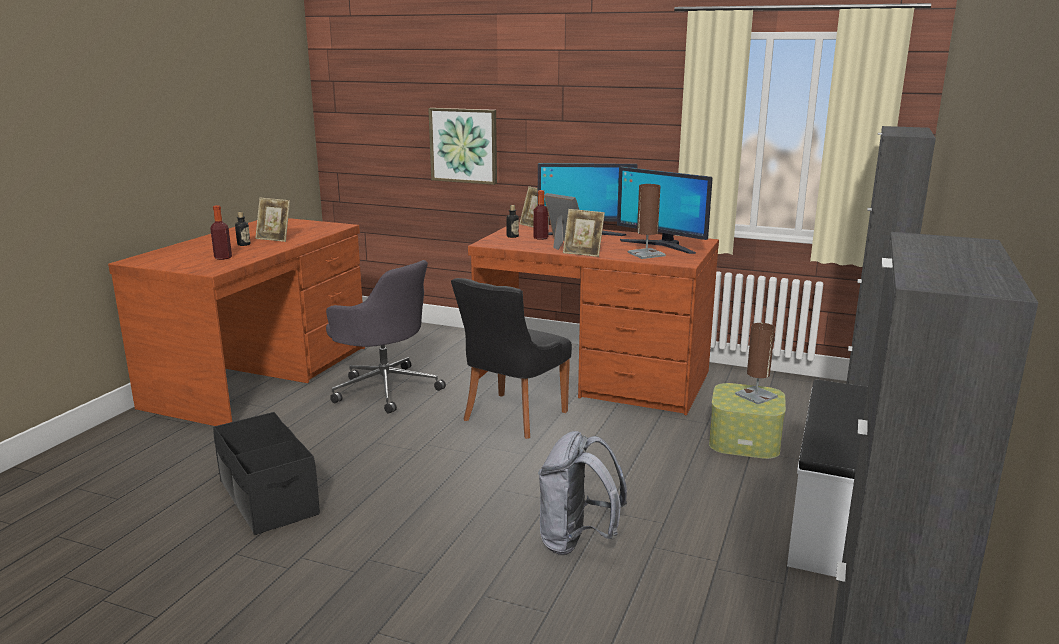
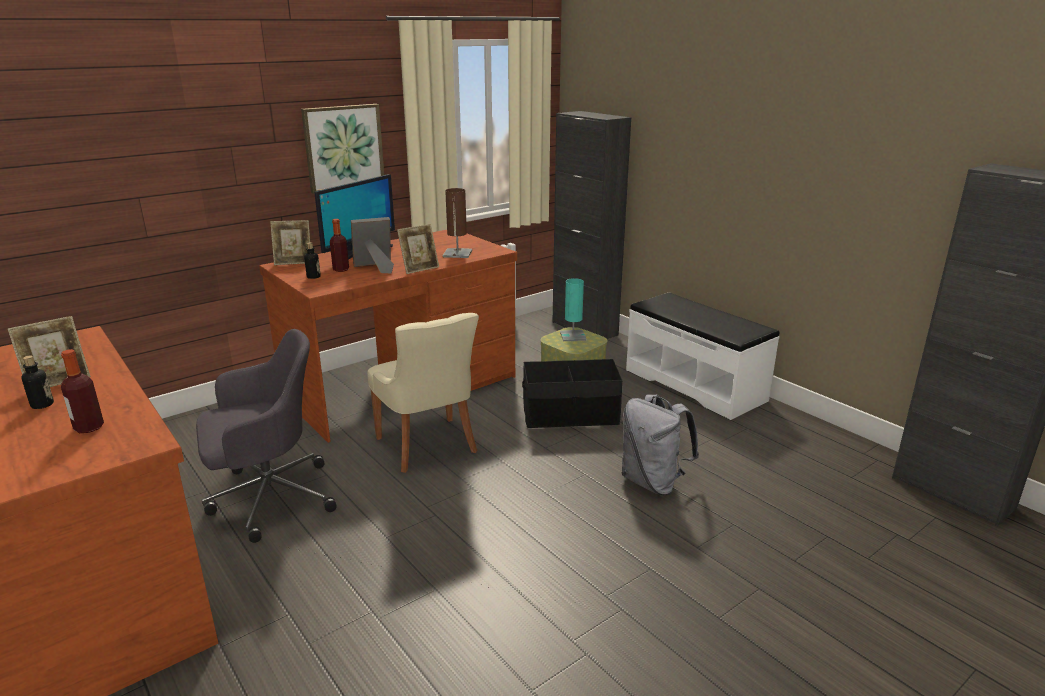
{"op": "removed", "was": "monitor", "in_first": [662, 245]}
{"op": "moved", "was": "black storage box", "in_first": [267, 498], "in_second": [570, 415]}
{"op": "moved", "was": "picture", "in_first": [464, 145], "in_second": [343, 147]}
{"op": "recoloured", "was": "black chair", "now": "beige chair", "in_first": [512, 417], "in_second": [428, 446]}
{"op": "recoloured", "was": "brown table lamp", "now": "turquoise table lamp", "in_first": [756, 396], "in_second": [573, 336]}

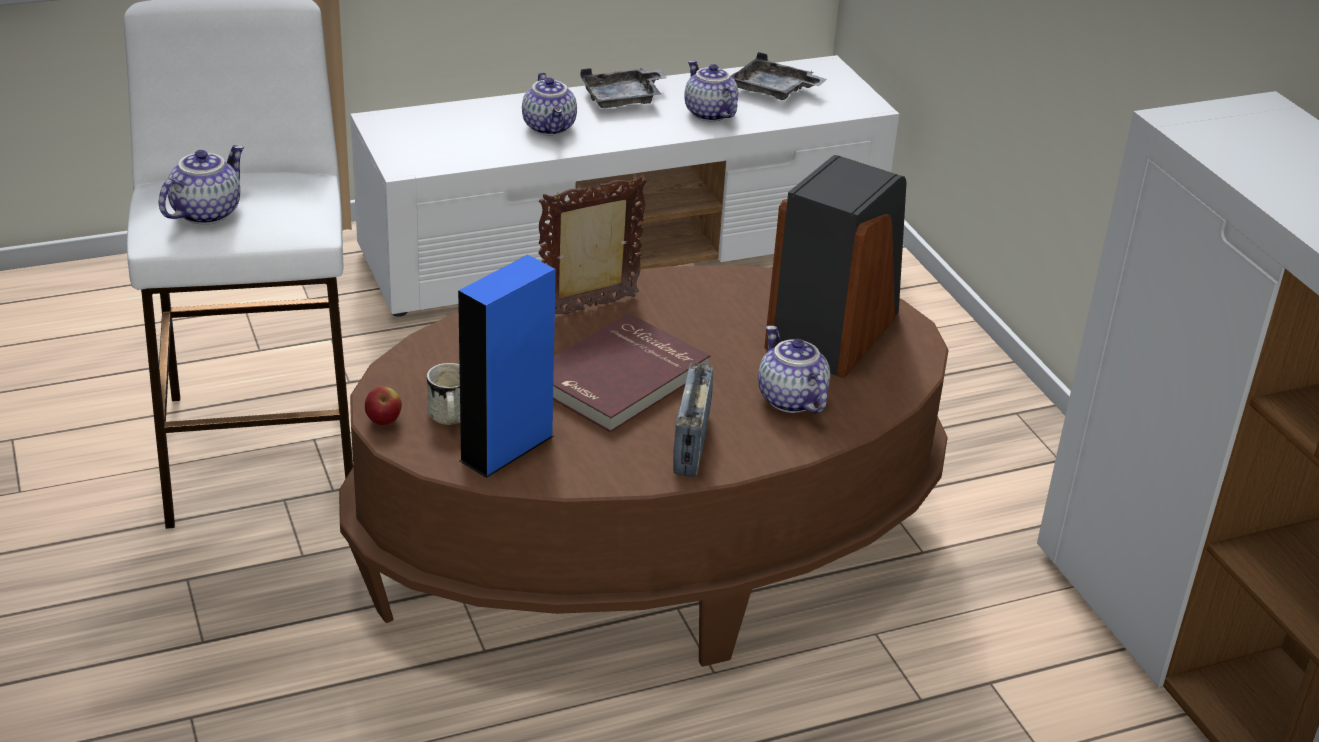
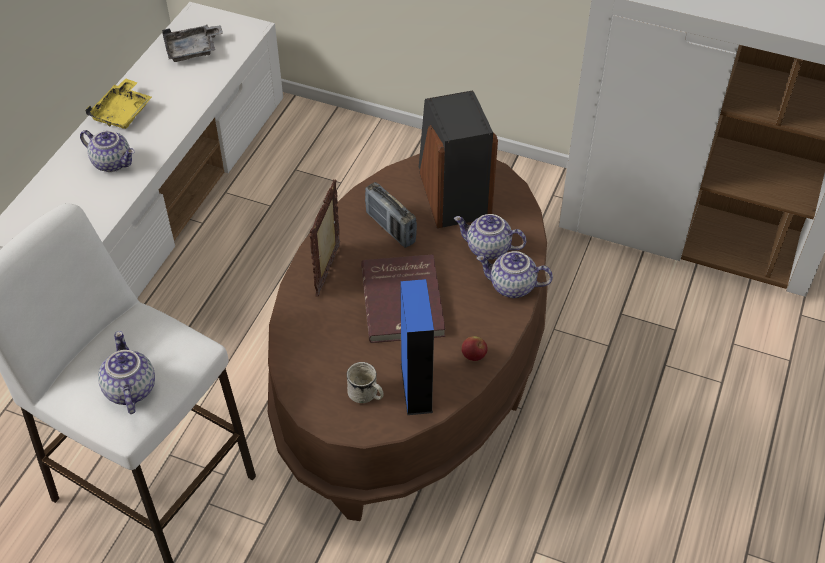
{"op": "moved", "was": "apple", "in_first": [383, 421], "in_second": [473, 356]}
{"op": "moved", "was": "radio", "in_first": [691, 445], "in_second": [390, 228]}
{"op": "moved", "was": "teapot", "in_first": [708, 113], "in_second": [512, 287]}
{"op": "recoloured", "was": "grey tray", "now": "yellow tray", "in_first": [623, 99], "in_second": [123, 112]}

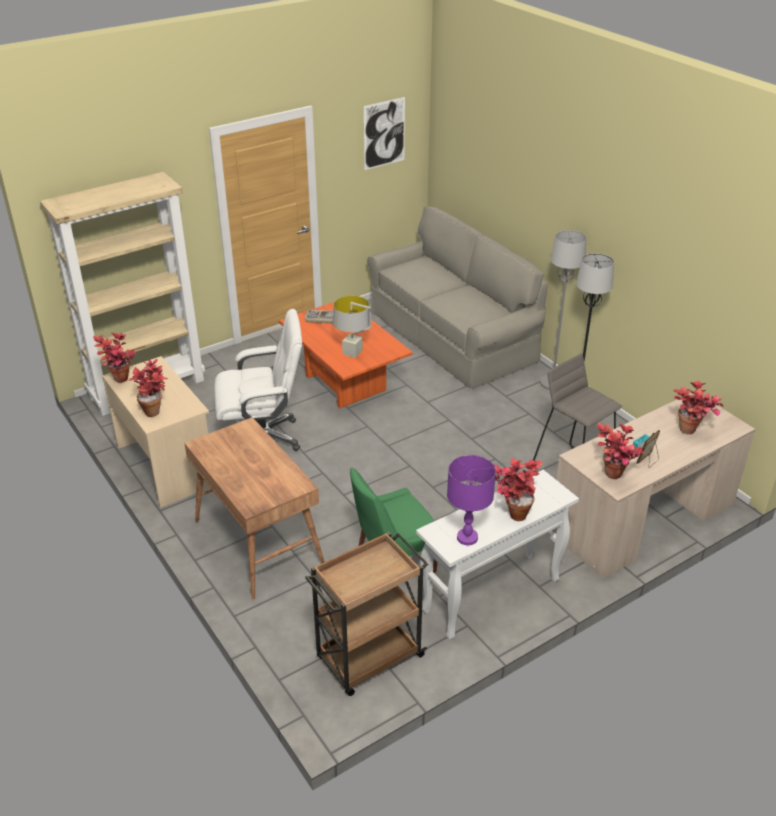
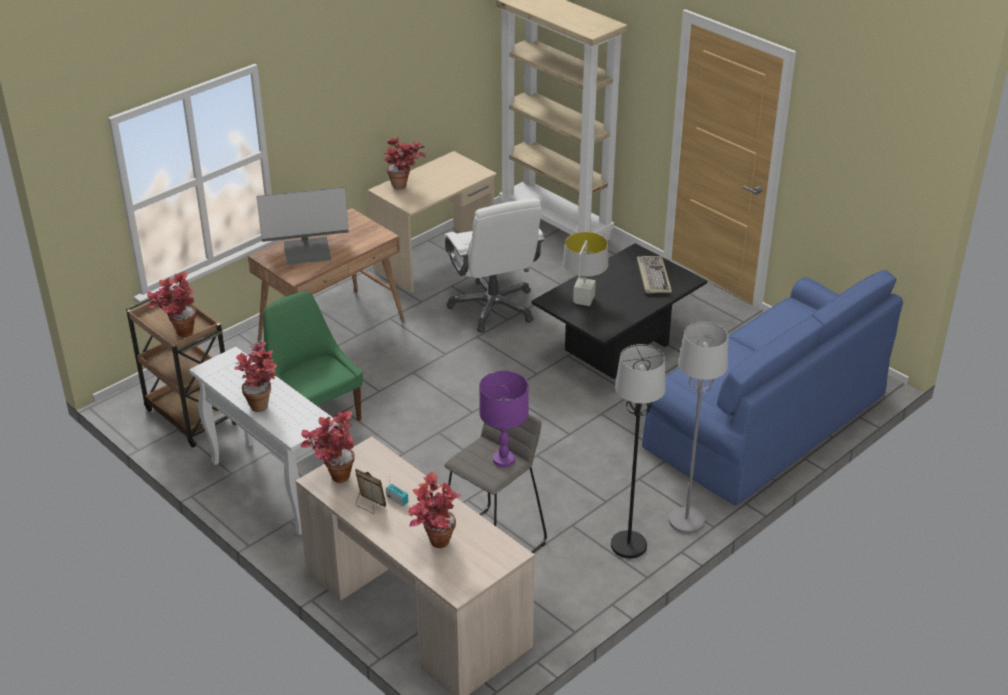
{"op": "removed", "was": "picture", "in_first": [384, 133]}
{"op": "added", "now": "monitor", "in_second": [307, 251]}
{"op": "moved", "was": "potted plant", "in_first": [121, 382], "in_second": [178, 333]}
{"op": "moved", "was": "purple table lamp", "in_first": [467, 538], "in_second": [503, 460]}
{"op": "recoloured", "was": "orange coffee table", "now": "black coffee table", "in_first": [345, 383], "in_second": [616, 347]}
{"op": "recoloured", "was": "grey sofa", "now": "blue sofa", "in_first": [451, 335], "in_second": [765, 420]}

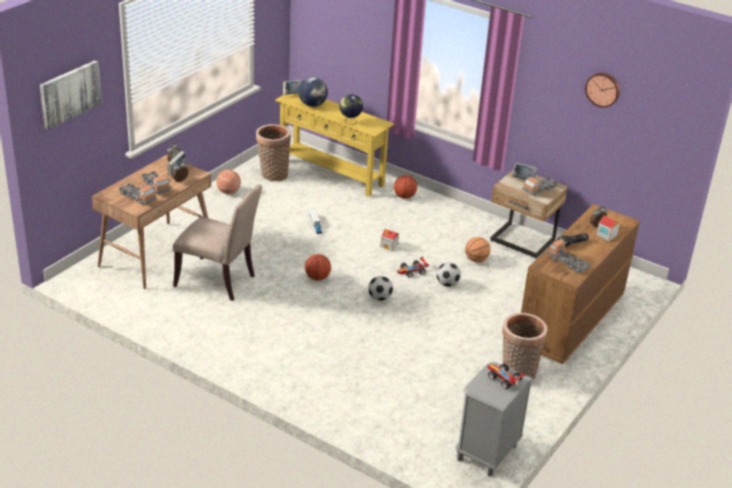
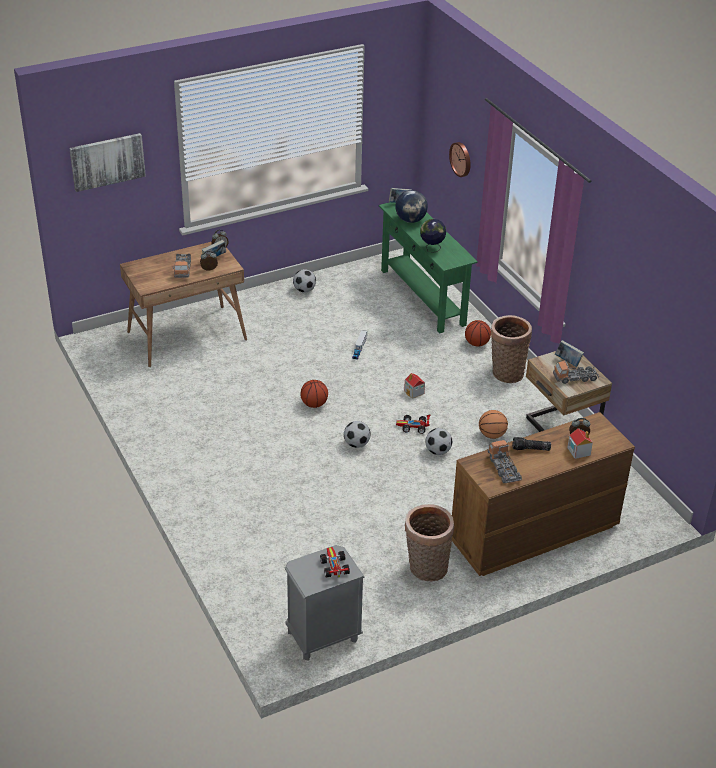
{"op": "removed", "was": "toy truck", "in_first": [137, 197]}
{"op": "removed", "was": "beige chair", "in_first": [219, 281]}
{"op": "moved", "was": "basket", "in_first": [272, 174], "in_second": [506, 372]}
{"op": "moved", "was": "wall clock", "in_first": [603, 89], "in_second": [461, 159]}
{"op": "replaced", "was": "basketball", "now": "football", "in_first": [228, 192], "in_second": [304, 290]}
{"op": "recoloured", "was": "yellow console table", "now": "green console table", "in_first": [331, 173], "in_second": [423, 297]}

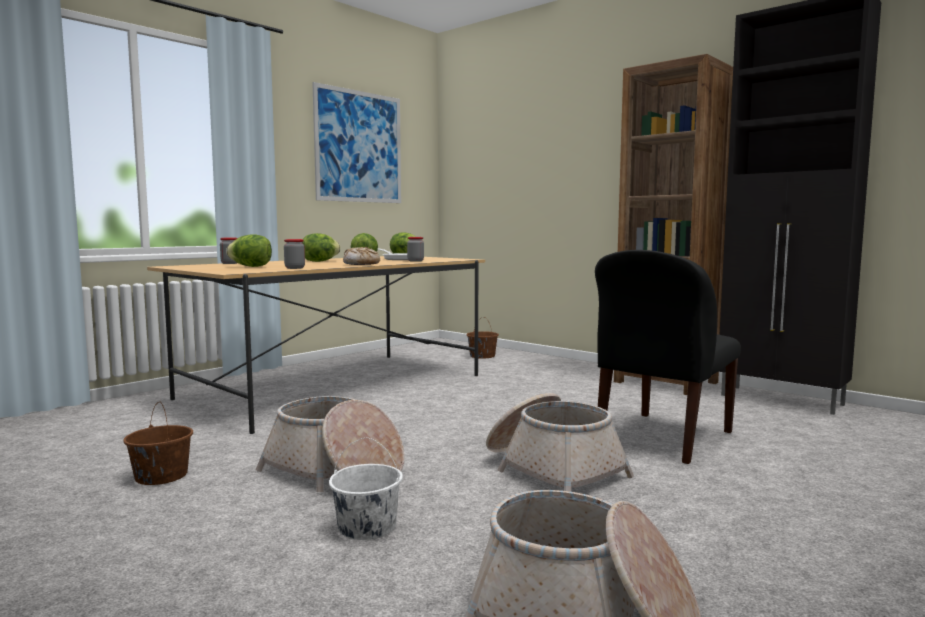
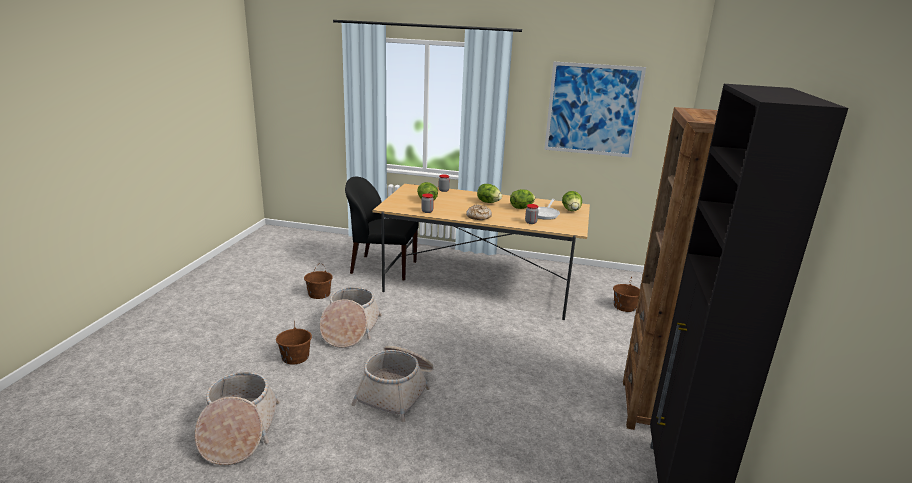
{"op": "moved", "was": "black chair", "in_first": [662, 438], "in_second": [382, 267]}
{"op": "recoloured", "was": "white bucket", "now": "brown bucket", "in_first": [366, 527], "in_second": [295, 357]}

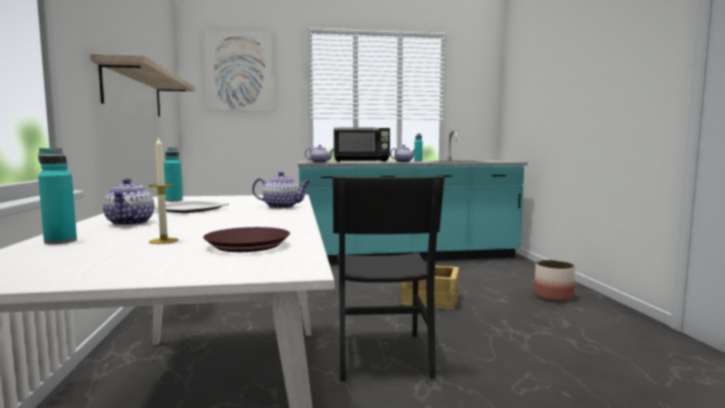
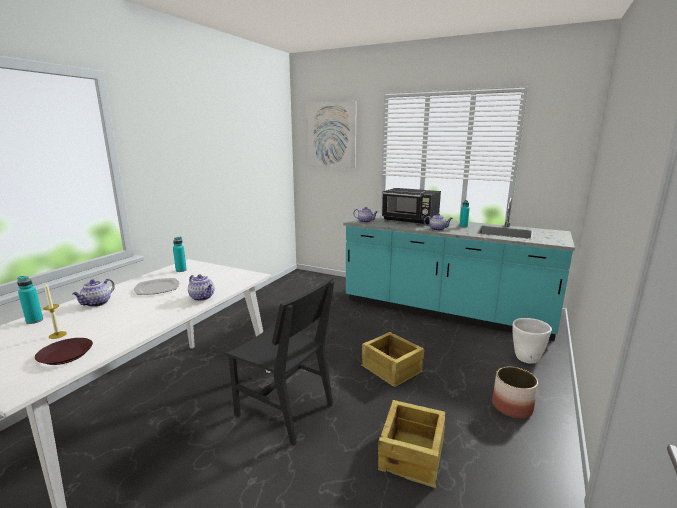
{"op": "removed", "was": "shelf", "in_first": [134, 92]}
{"op": "added", "now": "crate", "in_second": [412, 454]}
{"op": "added", "now": "white planter", "in_second": [526, 358]}
{"op": "turned", "was": "black chair", "in_first": [382, 355], "in_second": [284, 410], "clockwise": -90}

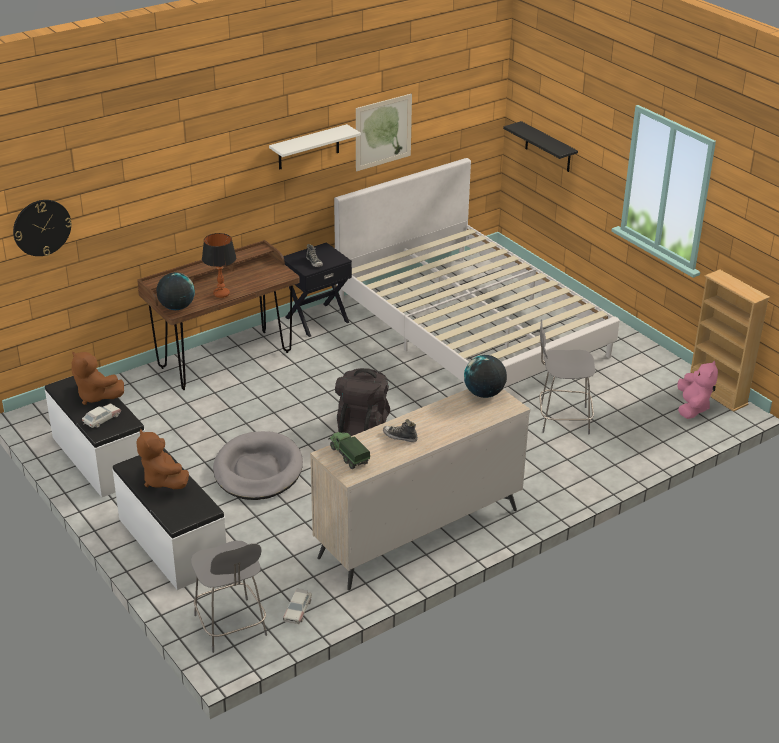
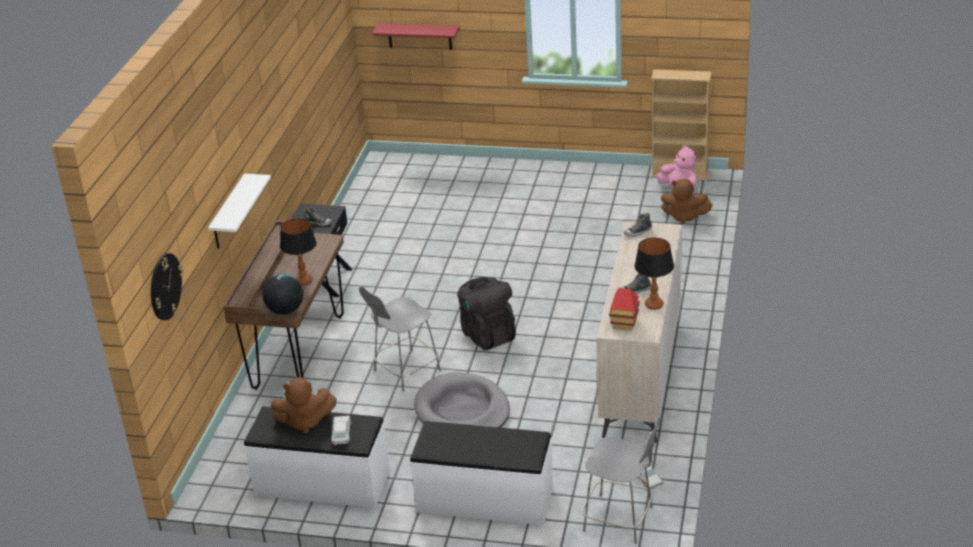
{"op": "removed", "was": "white bed", "in_first": [471, 327]}
{"op": "removed", "was": "picture", "in_first": [383, 132]}
{"op": "added", "now": "table lamp", "in_second": [654, 305]}
{"op": "moved", "was": "brown plush toy", "in_first": [163, 480], "in_second": [684, 217]}
{"op": "moved", "was": "white shelf", "in_first": [308, 147], "in_second": [228, 213]}
{"op": "moved", "was": "grey chair", "in_first": [562, 419], "in_second": [405, 371]}
{"op": "replaced", "was": "toy truck", "now": "toy house", "in_first": [348, 456], "in_second": [624, 323]}
{"op": "replaced", "was": "globe", "now": "shoe", "in_first": [484, 394], "in_second": [638, 232]}
{"op": "recoloured", "was": "black shelf", "now": "red shelf", "in_first": [548, 147], "in_second": [419, 36]}

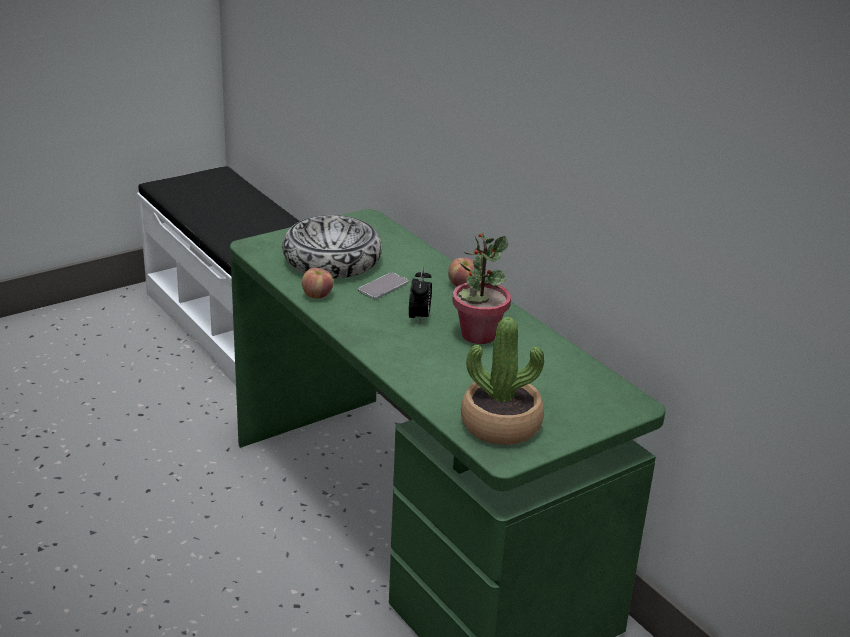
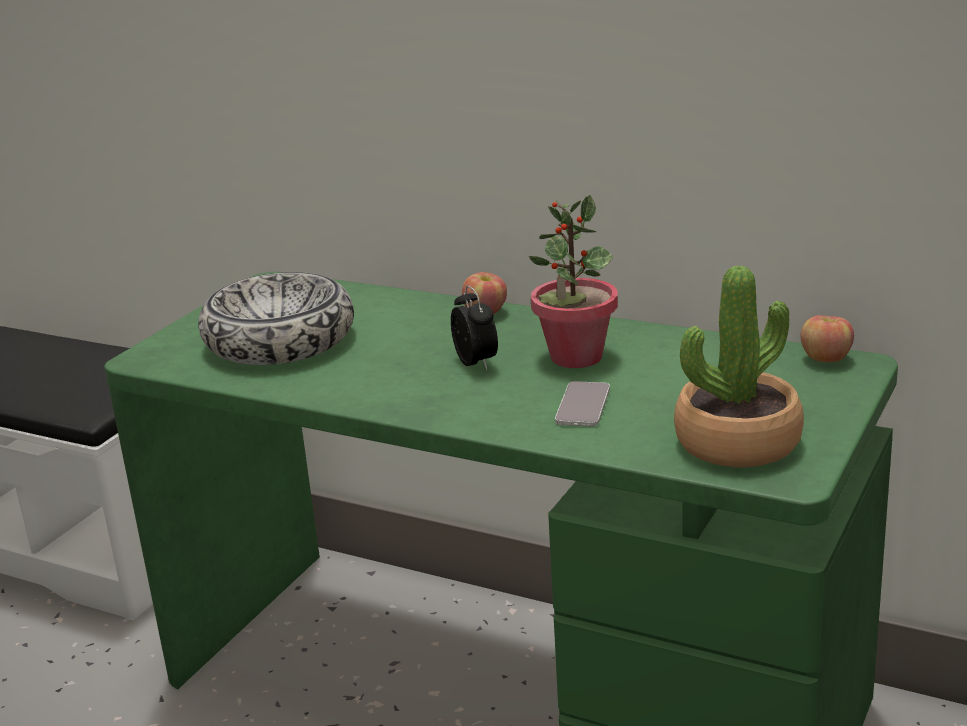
{"op": "moved", "was": "apple", "in_first": [317, 295], "in_second": [825, 359]}
{"op": "moved", "was": "phone", "in_first": [383, 287], "in_second": [583, 406]}

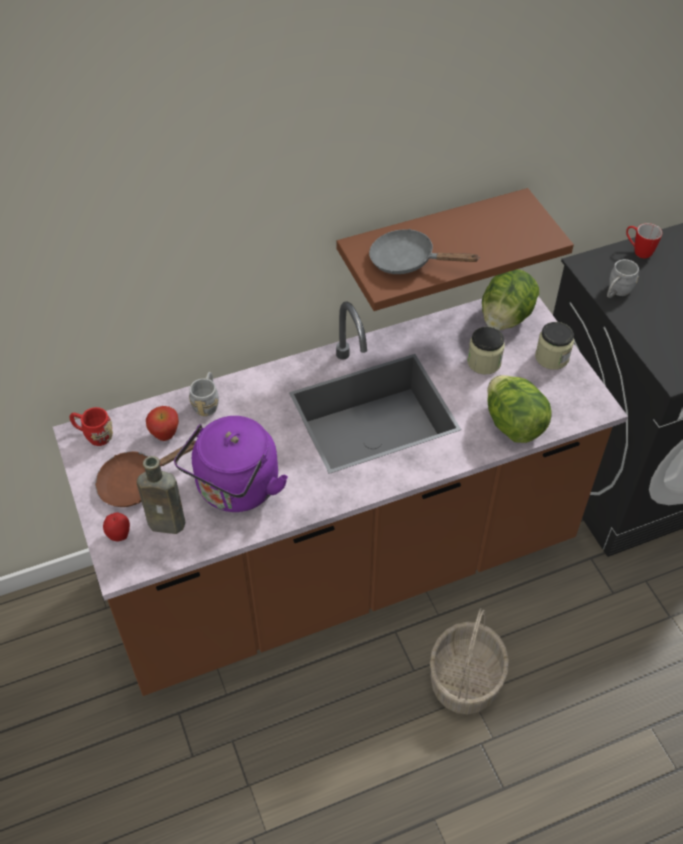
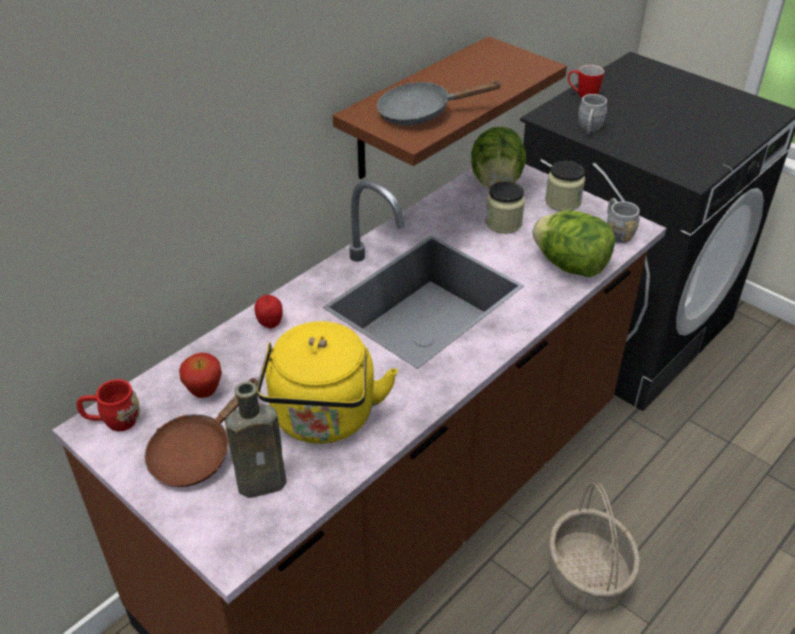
{"op": "moved", "was": "apple", "in_first": [119, 535], "in_second": [270, 324]}
{"op": "moved", "was": "grey mug", "in_first": [207, 403], "in_second": [616, 232]}
{"op": "recoloured", "was": "purple kettle", "now": "yellow kettle", "in_first": [235, 490], "in_second": [323, 419]}

